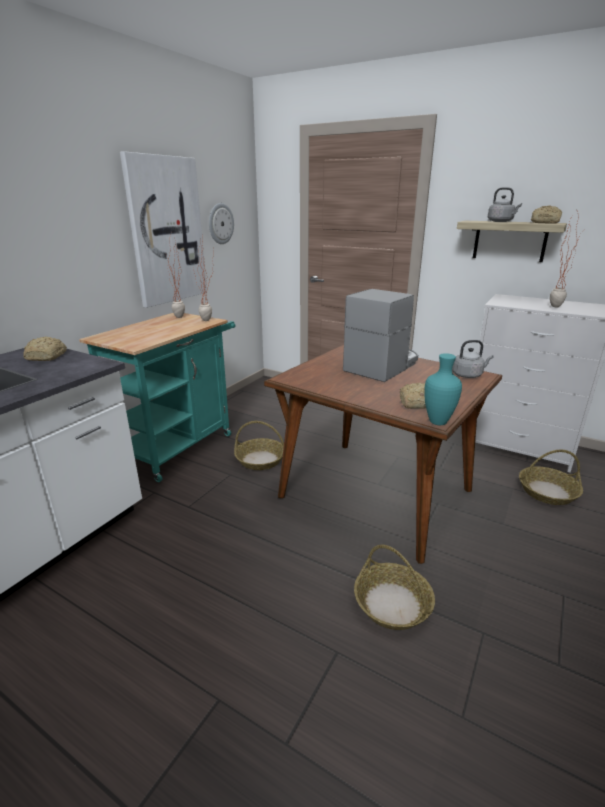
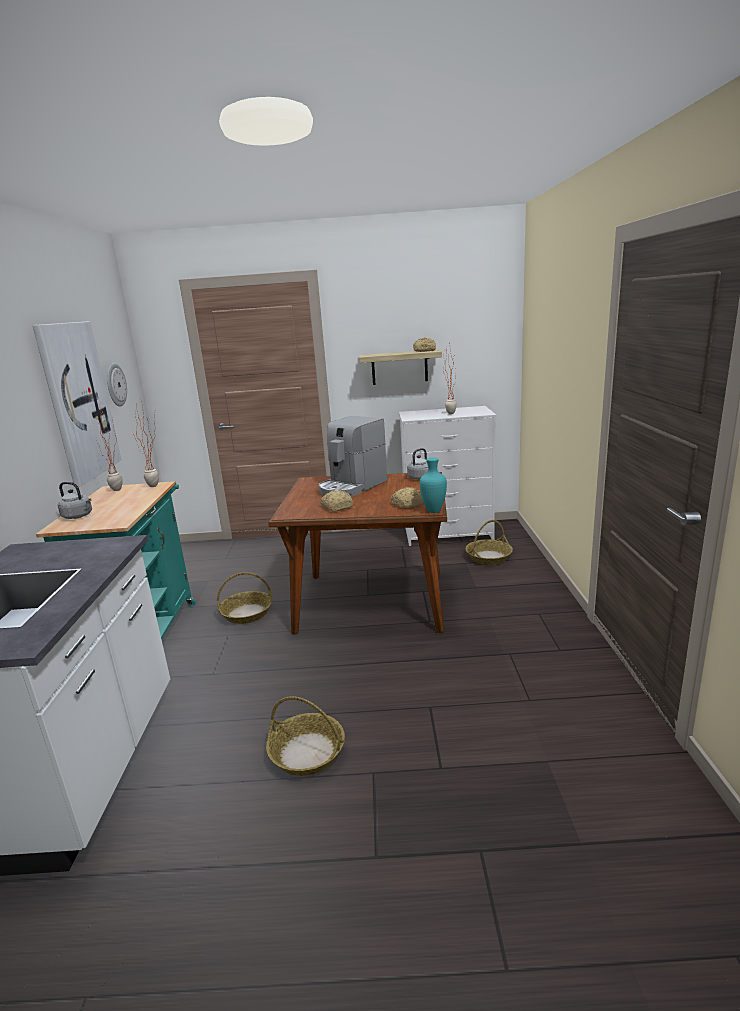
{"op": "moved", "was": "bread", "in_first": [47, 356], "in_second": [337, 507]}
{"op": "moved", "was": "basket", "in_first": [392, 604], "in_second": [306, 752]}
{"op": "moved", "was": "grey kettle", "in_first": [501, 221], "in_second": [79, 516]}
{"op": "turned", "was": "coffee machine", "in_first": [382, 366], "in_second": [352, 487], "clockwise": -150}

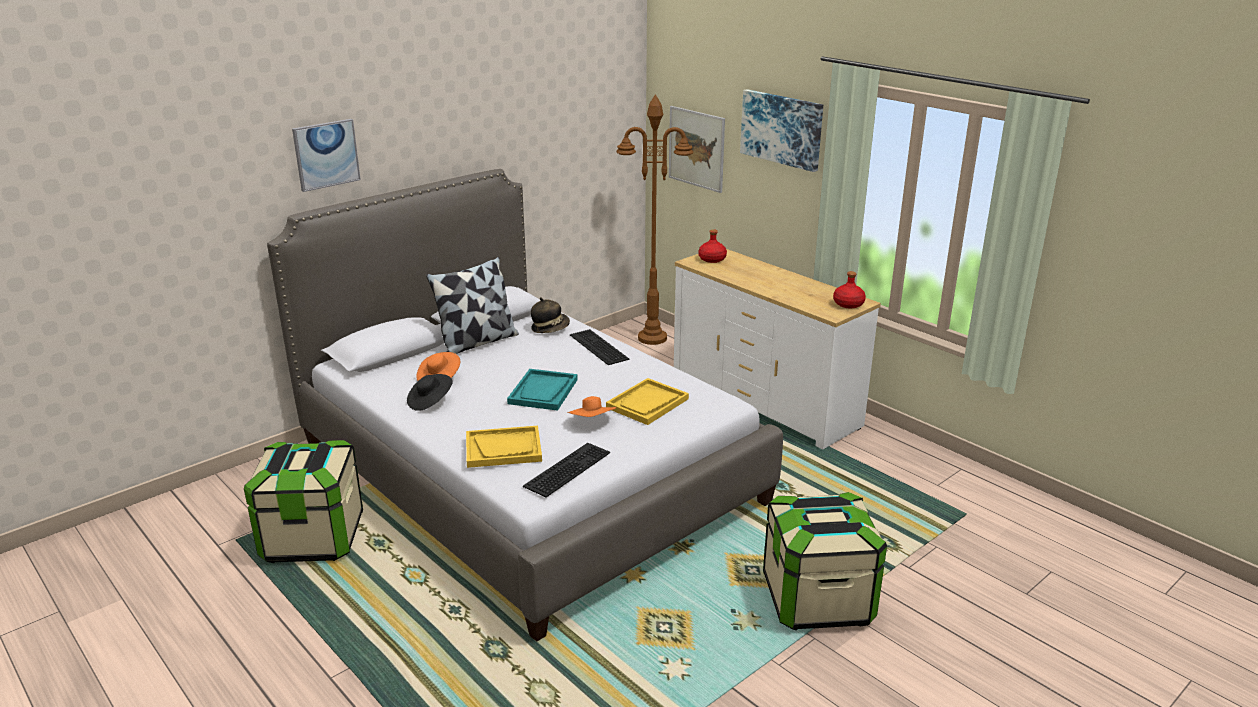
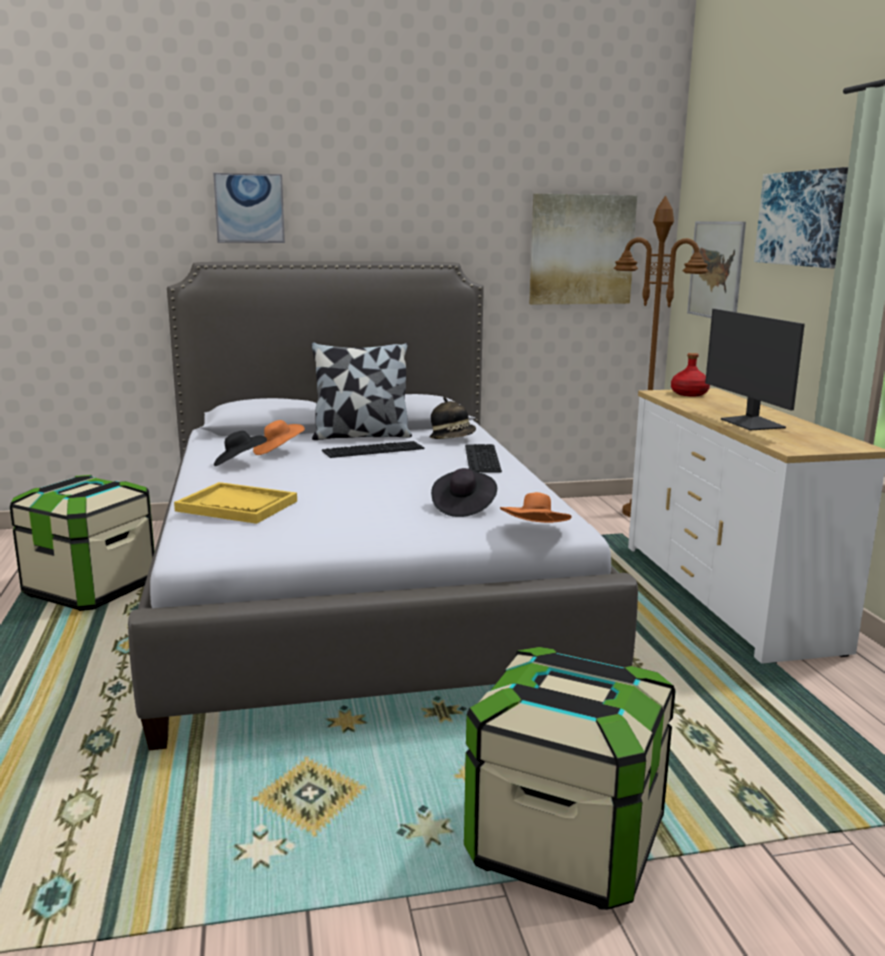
{"op": "removed", "was": "turquoise tray", "in_first": [543, 391]}
{"op": "removed", "was": "red bottle", "in_first": [848, 304]}
{"op": "added", "now": "picture", "in_second": [581, 249]}
{"op": "added", "now": "monitor", "in_second": [751, 424]}
{"op": "moved", "was": "keyboard", "in_first": [567, 468], "in_second": [373, 449]}
{"op": "moved", "was": "orange hat", "in_first": [592, 422], "in_second": [535, 532]}
{"op": "replaced", "was": "yellow tray", "now": "black hat", "in_first": [647, 403], "in_second": [463, 507]}

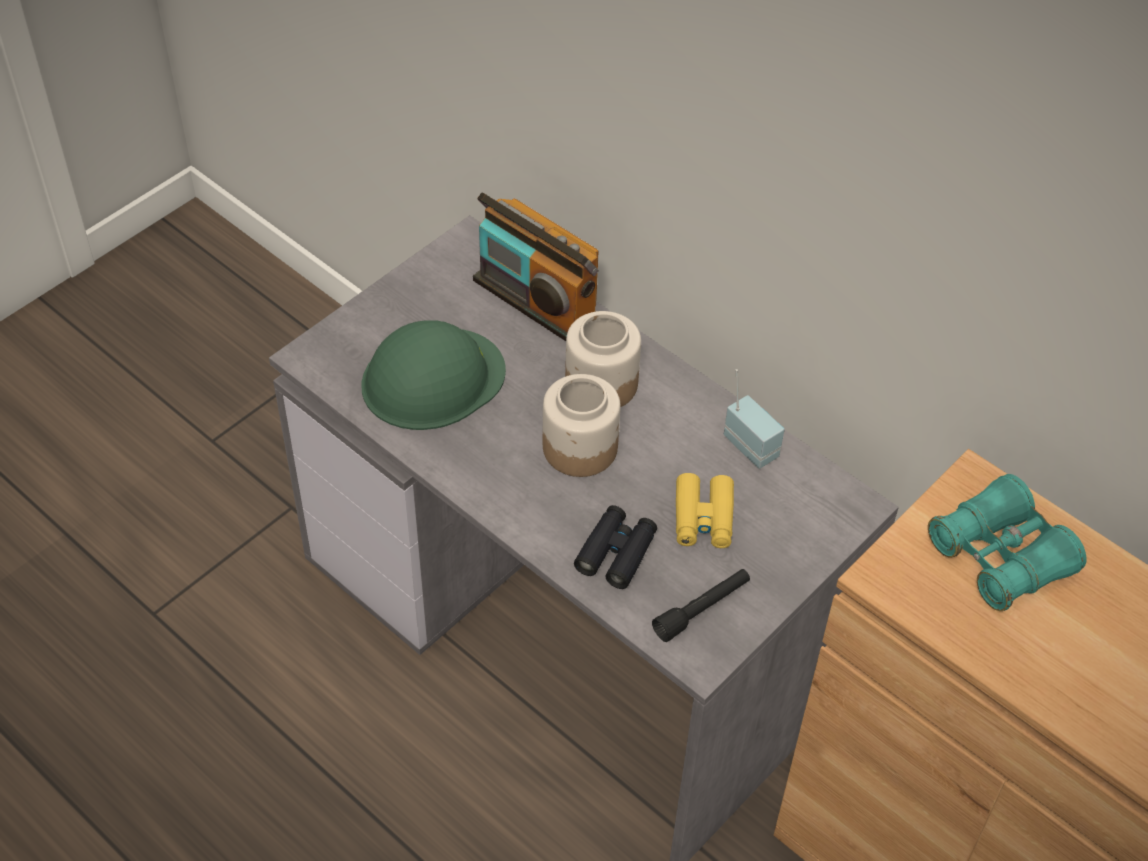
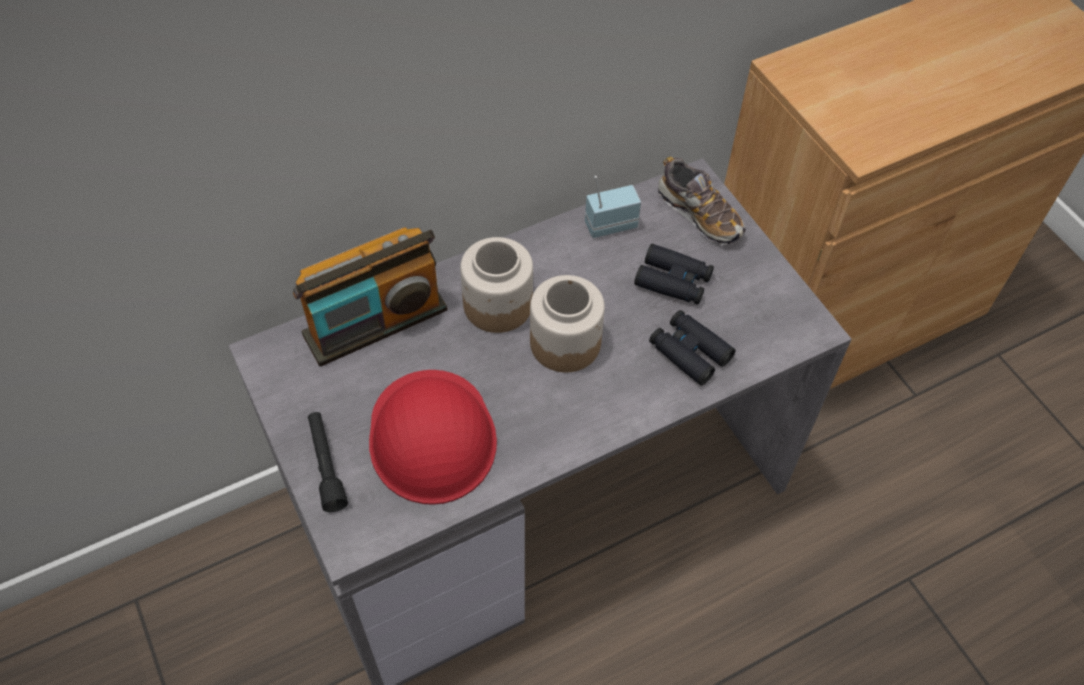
{"op": "removed", "was": "turquoise binoculars", "in_first": [1000, 556]}
{"op": "added", "now": "shoe", "in_second": [699, 214]}
{"op": "moved", "was": "black flashlight", "in_first": [702, 609], "in_second": [326, 465]}
{"op": "recoloured", "was": "green hard hat", "now": "red hard hat", "in_first": [432, 378], "in_second": [432, 436]}
{"op": "recoloured", "was": "yellow binoculars", "now": "black binoculars", "in_first": [703, 518], "in_second": [673, 281]}

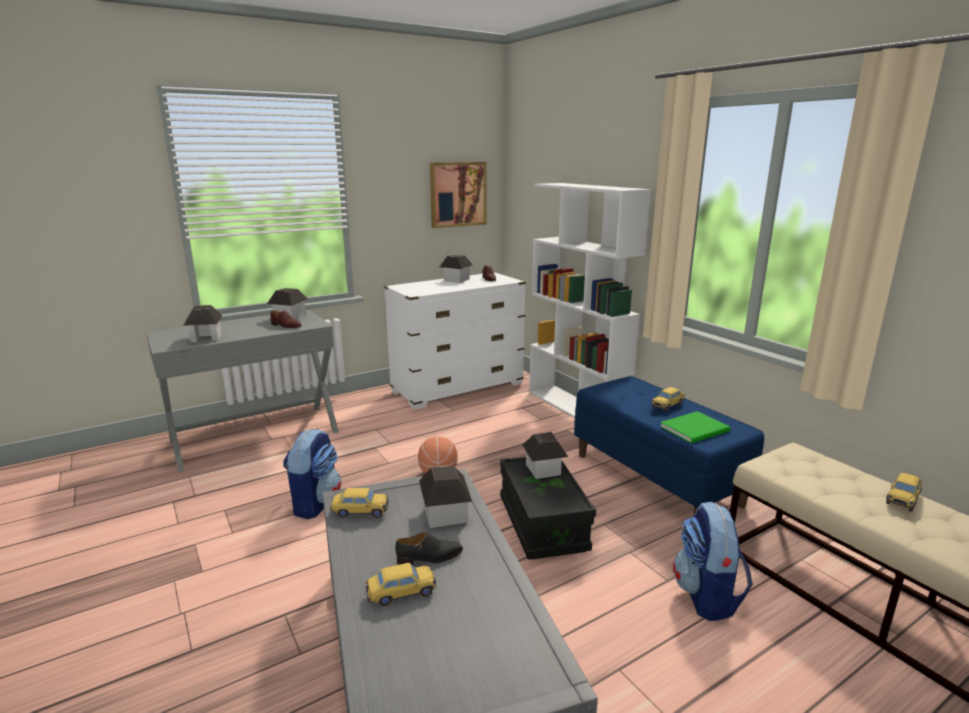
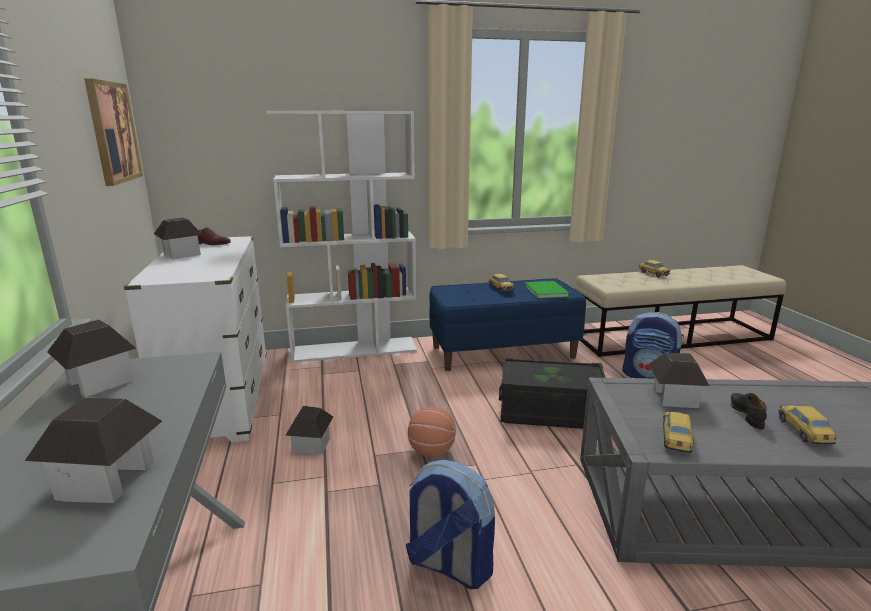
{"op": "removed", "was": "brown shoe", "in_first": [286, 326]}
{"op": "moved", "was": "toy house", "in_first": [543, 469], "in_second": [311, 445]}

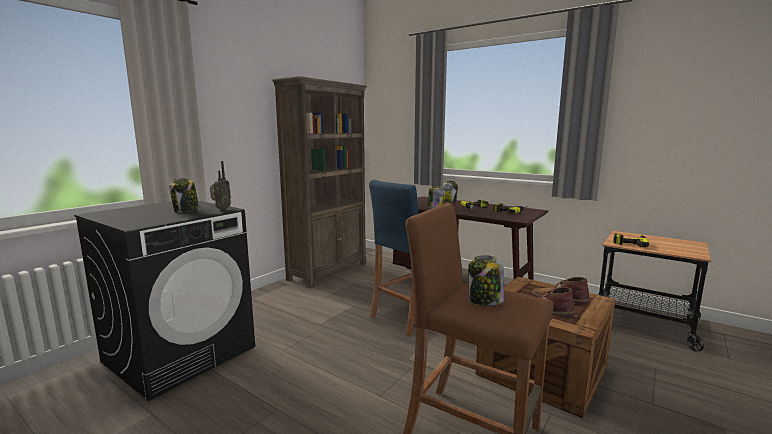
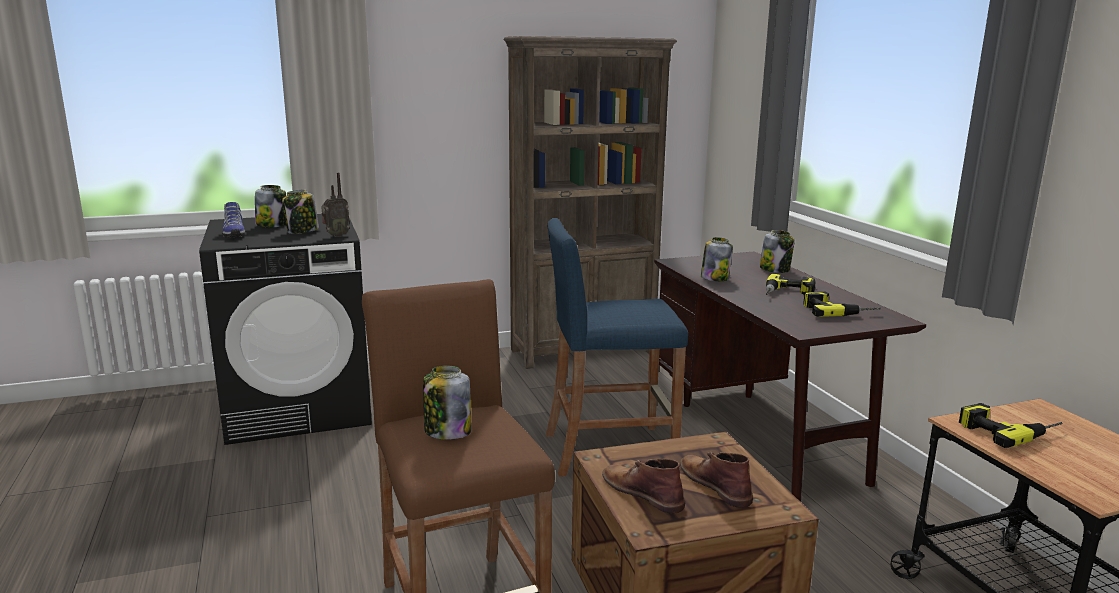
{"op": "added", "now": "shoe", "in_second": [233, 234]}
{"op": "added", "now": "jar", "in_second": [272, 225]}

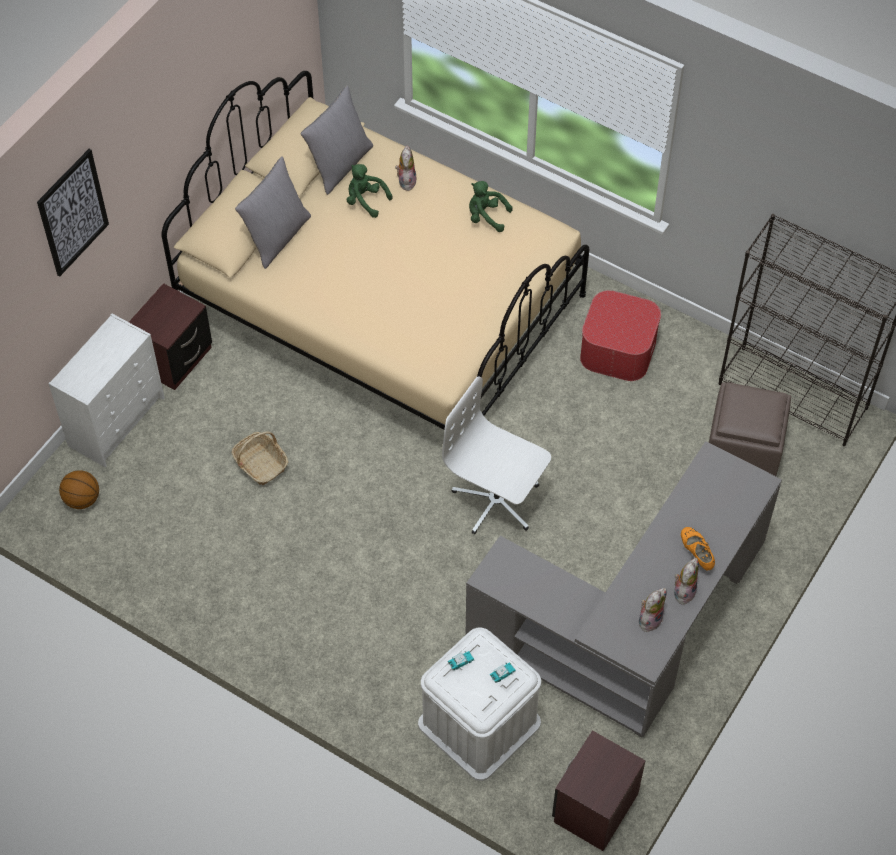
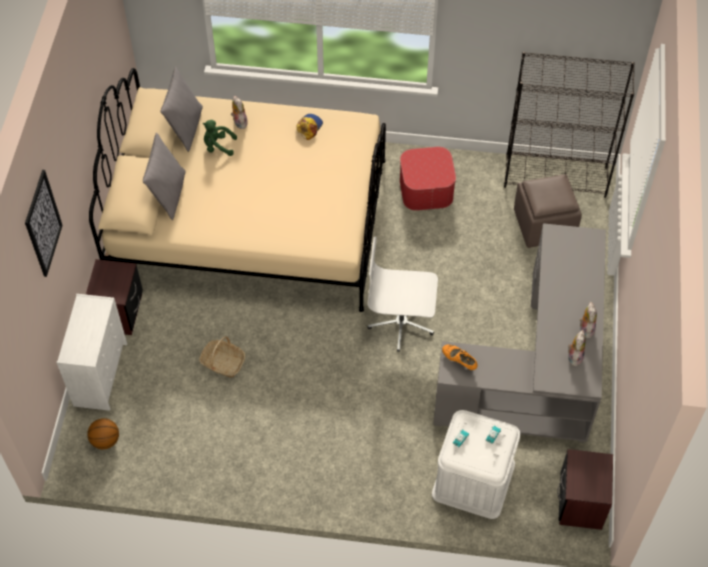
{"op": "moved", "was": "orange shoe", "in_first": [696, 554], "in_second": [459, 361]}
{"op": "replaced", "was": "green plush toy", "now": "cap", "in_first": [486, 217], "in_second": [309, 127]}

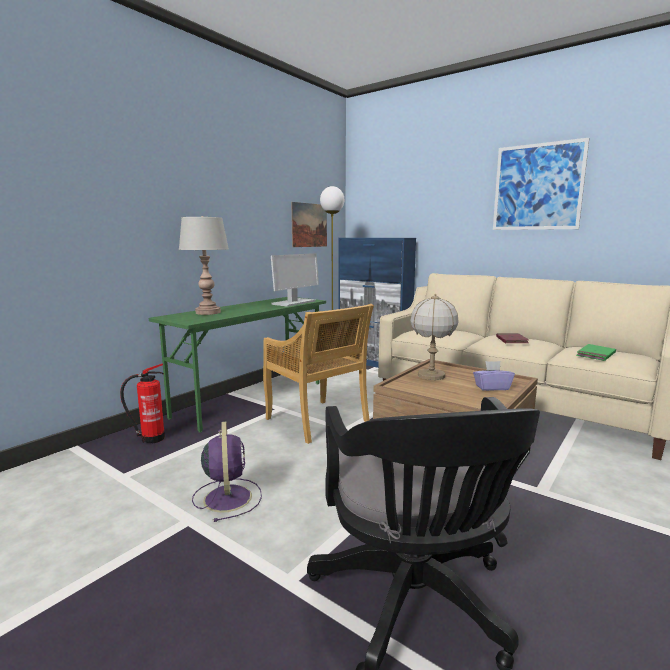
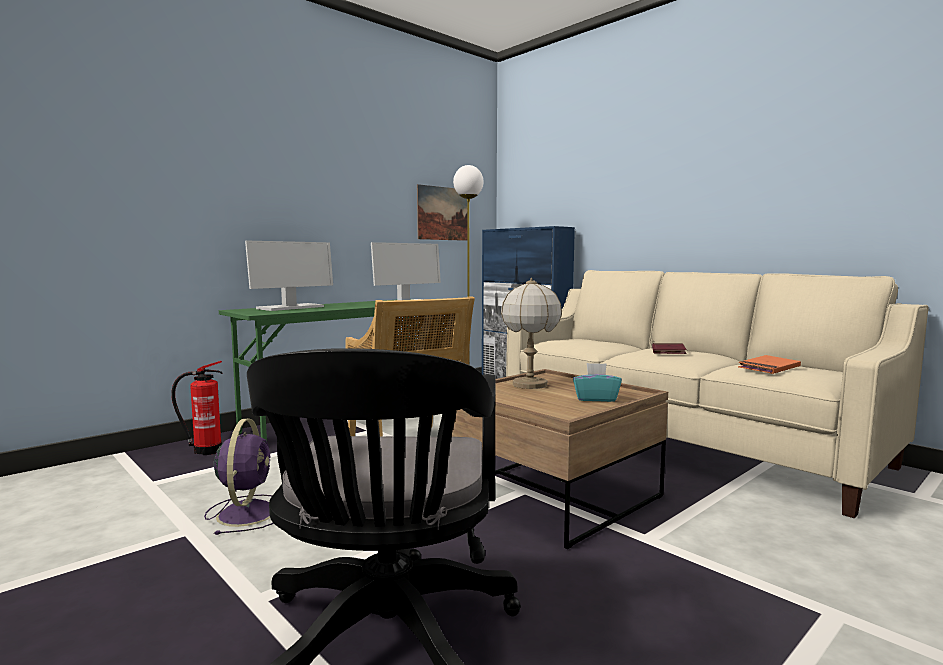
{"op": "removed", "was": "picture", "in_first": [537, 187]}
{"op": "replaced", "was": "grey table lamp", "now": "monitor", "in_first": [208, 312], "in_second": [290, 308]}
{"op": "recoloured", "was": "purple tissue box", "now": "turquoise tissue box", "in_first": [492, 387], "in_second": [595, 398]}
{"op": "recoloured", "was": "green book", "now": "orange book", "in_first": [596, 354], "in_second": [769, 368]}

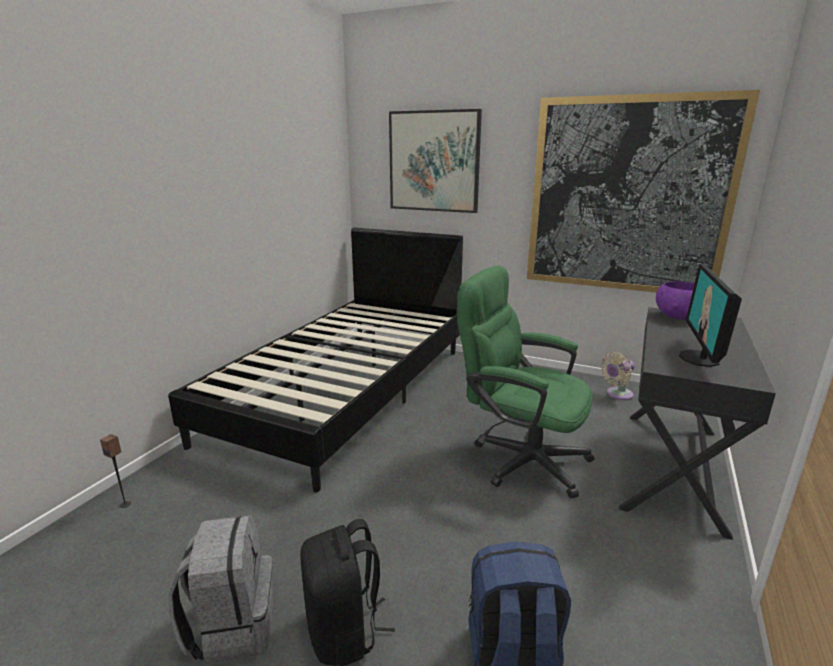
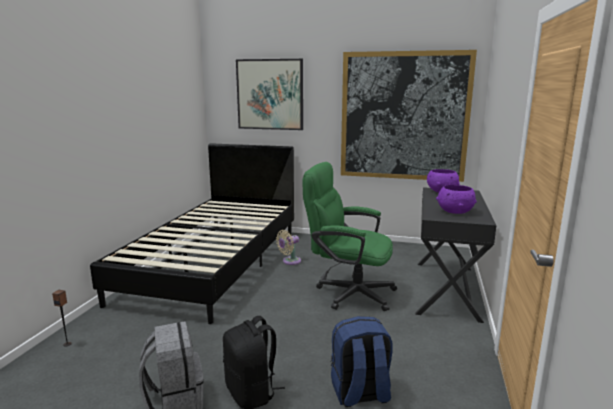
{"op": "moved", "was": "beige fan", "in_first": [617, 394], "in_second": [290, 261]}
{"op": "replaced", "was": "monitor", "now": "purple bowl", "in_first": [700, 358], "in_second": [455, 211]}

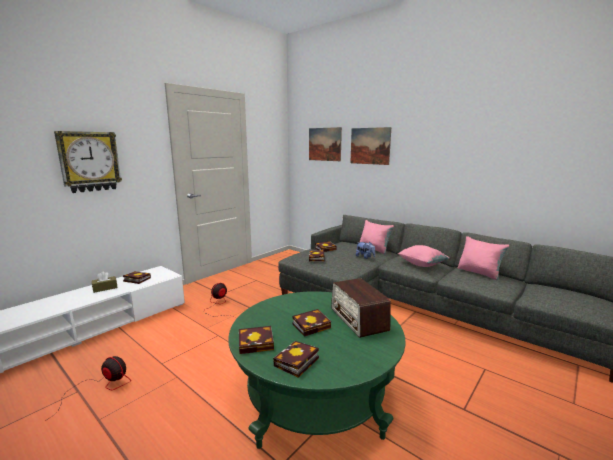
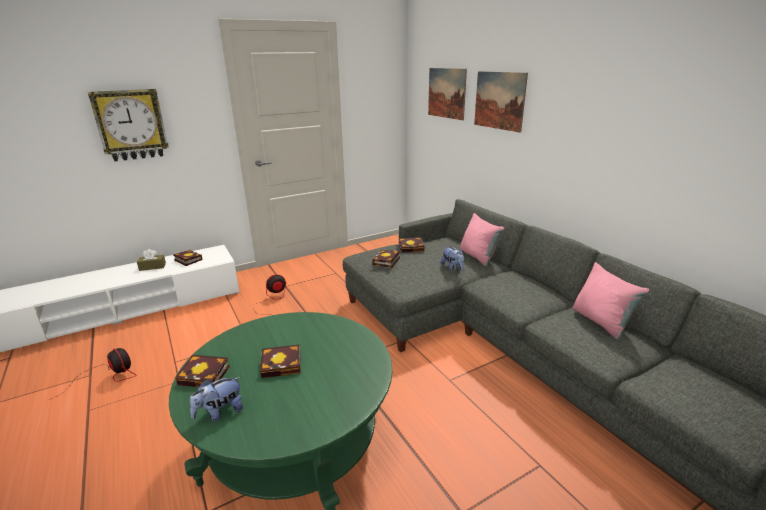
{"op": "removed", "was": "radio", "in_first": [358, 319]}
{"op": "removed", "was": "pink pillow", "in_first": [422, 264]}
{"op": "replaced", "was": "book", "now": "plush toy", "in_first": [296, 363], "in_second": [220, 412]}

